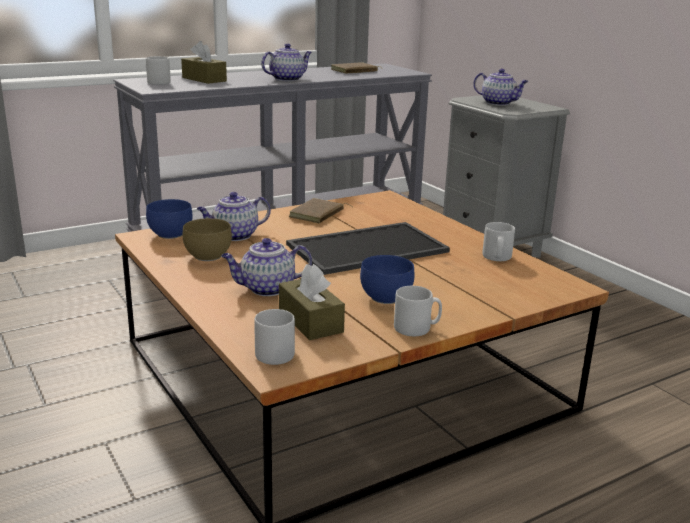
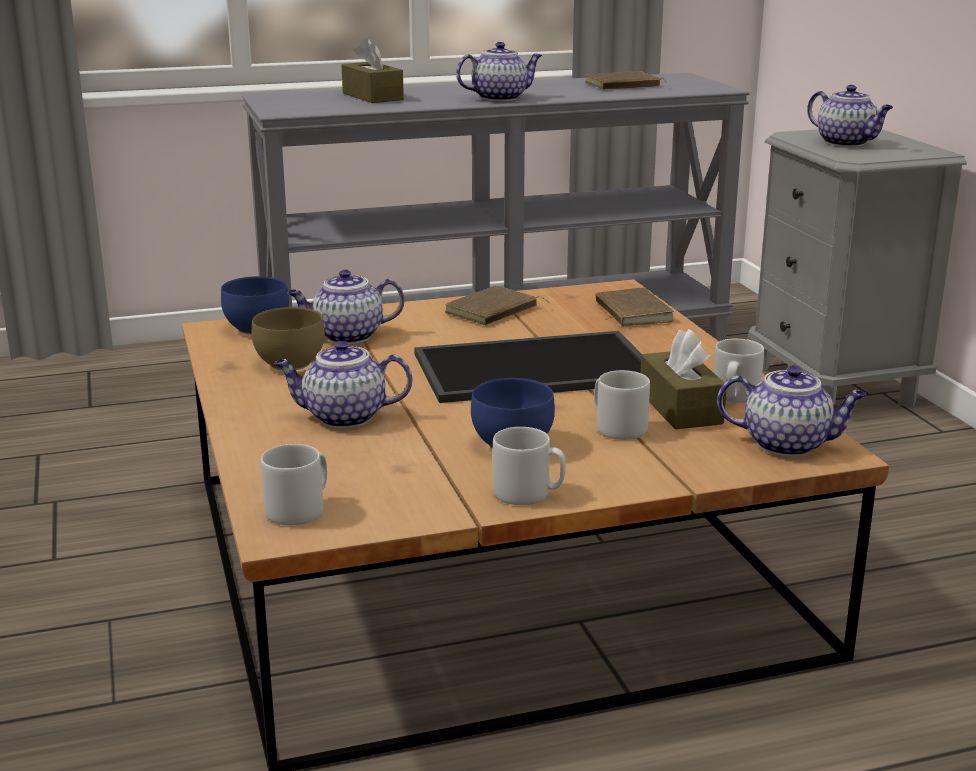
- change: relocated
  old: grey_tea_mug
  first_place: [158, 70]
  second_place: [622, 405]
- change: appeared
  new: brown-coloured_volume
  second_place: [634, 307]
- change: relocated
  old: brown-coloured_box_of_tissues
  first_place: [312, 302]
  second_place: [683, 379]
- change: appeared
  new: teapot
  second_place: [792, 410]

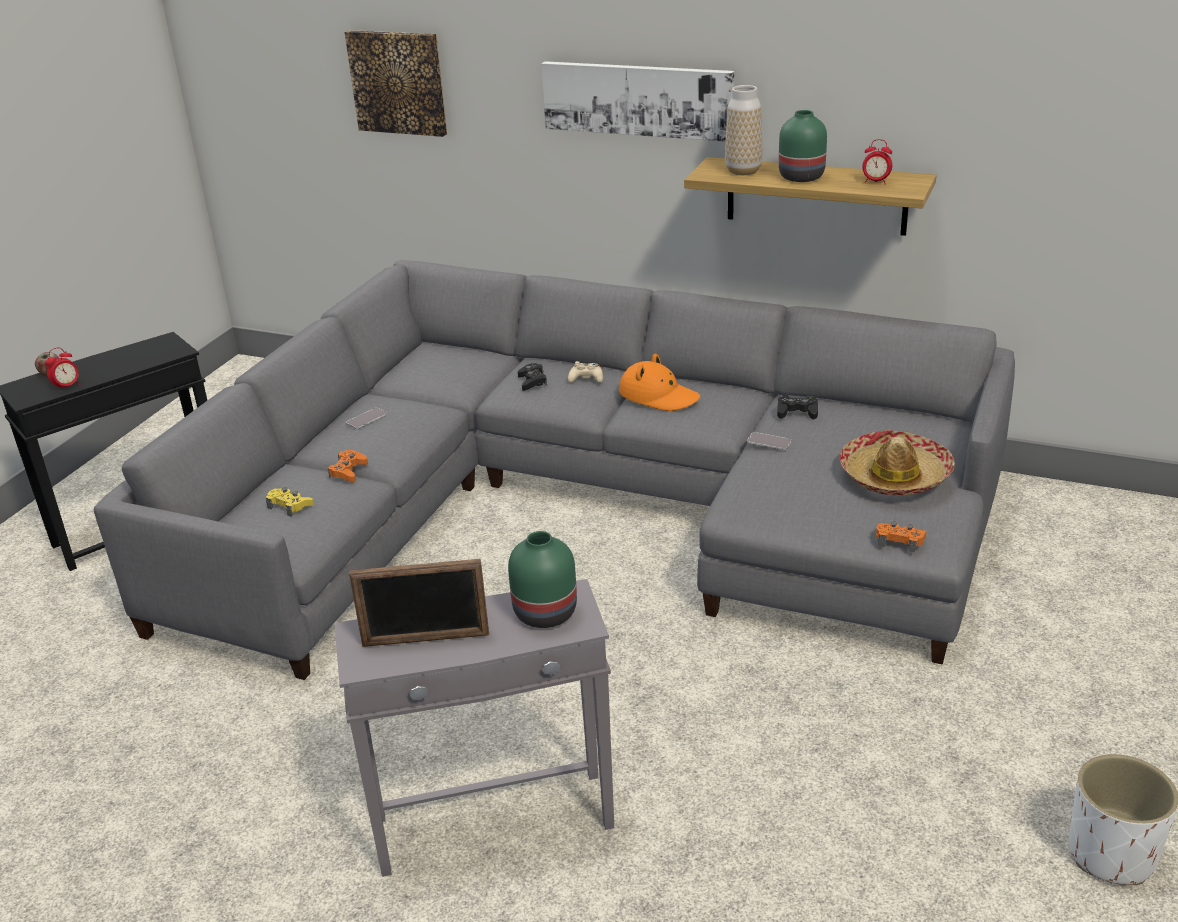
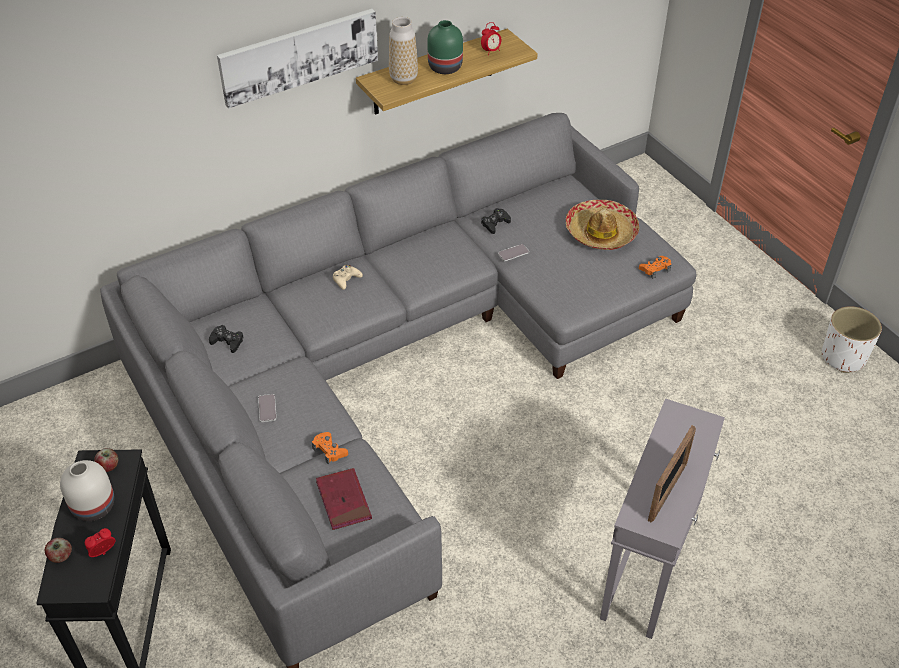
- change: appeared
  new: whitish_flower_vase
  second_place: [87, 490]
- change: spun
  old: table_clock
  first_place: [62, 369]
  second_place: [100, 542]
  degrees: -120
- change: appeared
  new: whole_apple
  second_place: [106, 460]
- change: relocated
  old: black-coloured_game_controller
  first_place: [532, 377]
  second_place: [226, 339]
- change: exchanged
  old: yellow_game_controller
  new: red_volume
  first_place: [290, 502]
  second_place: [344, 499]
- change: missing
  old: picture
  first_place: [396, 83]
- change: missing
  old: green-coloured_flower_vase
  first_place: [542, 579]
- change: missing
  old: orange-coloured_clothing_hat
  first_place: [659, 382]

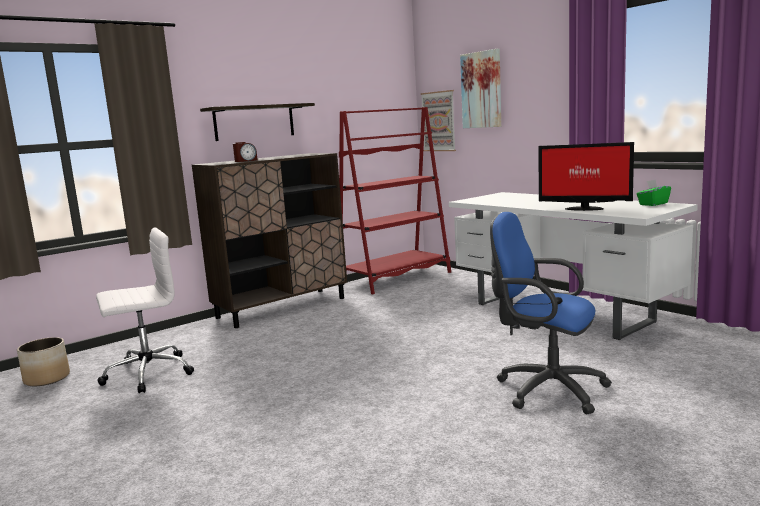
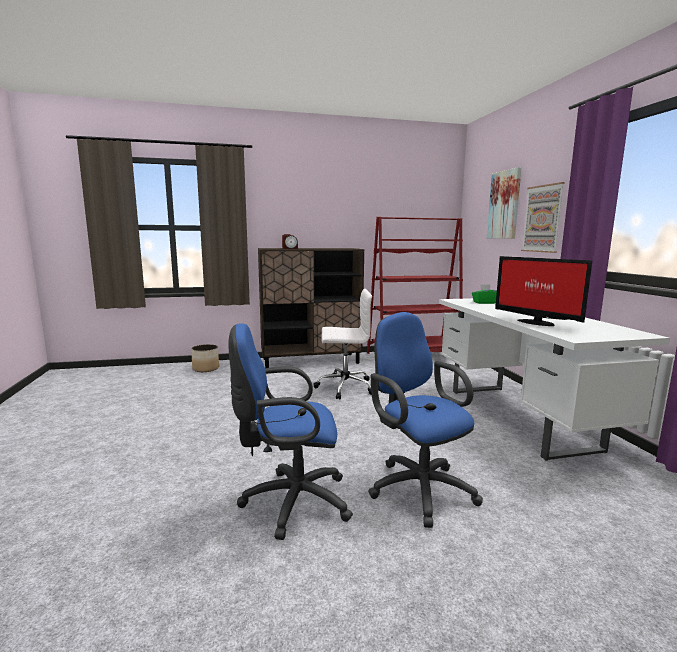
- change: relocated
  old: planter
  first_place: [43, 361]
  second_place: [205, 358]
- change: appeared
  new: blue-coloured_computer_chair
  second_place: [290, 431]
- change: relocated
  old: whitish_computer_chair
  first_place: [145, 310]
  second_place: [342, 344]
- change: relocated
  old: green-coloured_box_of_tissues
  first_place: [653, 193]
  second_place: [484, 294]
- change: relocated
  old: picture
  first_place: [438, 120]
  second_place: [543, 217]
- change: missing
  old: bracket_shelf
  first_place: [257, 122]

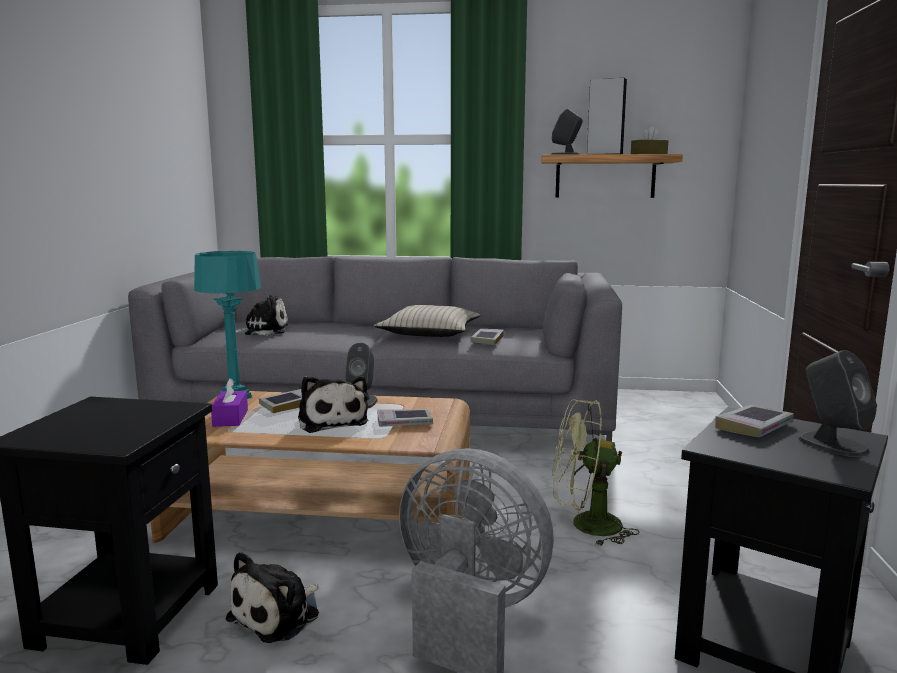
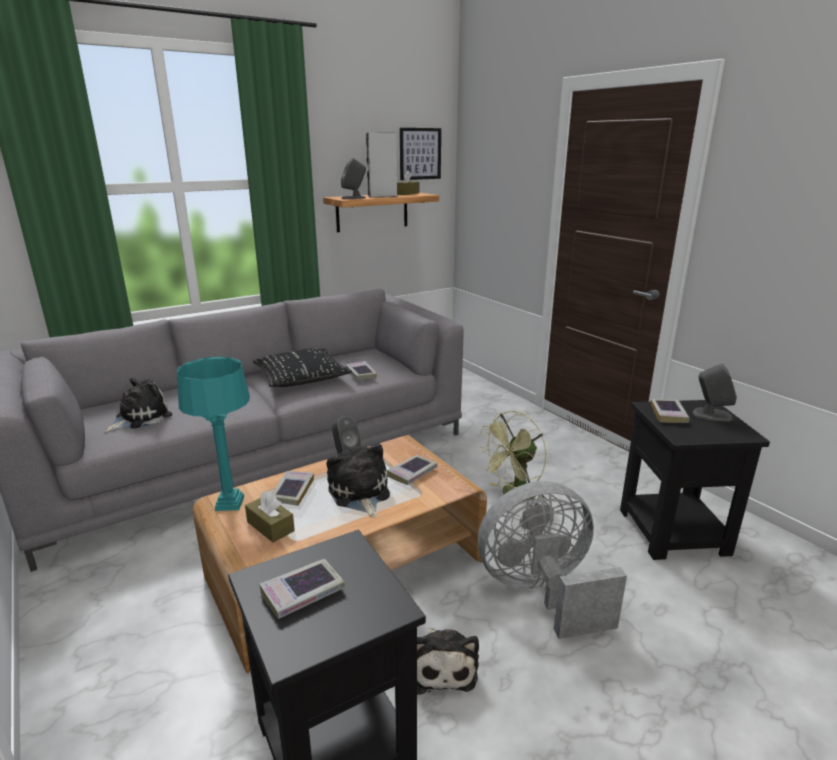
- change: colour
  old: purplish_box_of_tissues
  new: brown-coloured_box_of_tissues
  first_place: [229, 402]
  second_place: [270, 517]
- change: colour
  old: beige_cushion
  new: black-coloured_cushion
  first_place: [427, 321]
  second_place: [302, 367]
- change: appeared
  new: volume
  second_place: [302, 589]
- change: spun
  old: cuddly_toy
  first_place: [333, 404]
  second_place: [358, 480]
  degrees: -135
- change: appeared
  new: picture
  second_place: [420, 154]

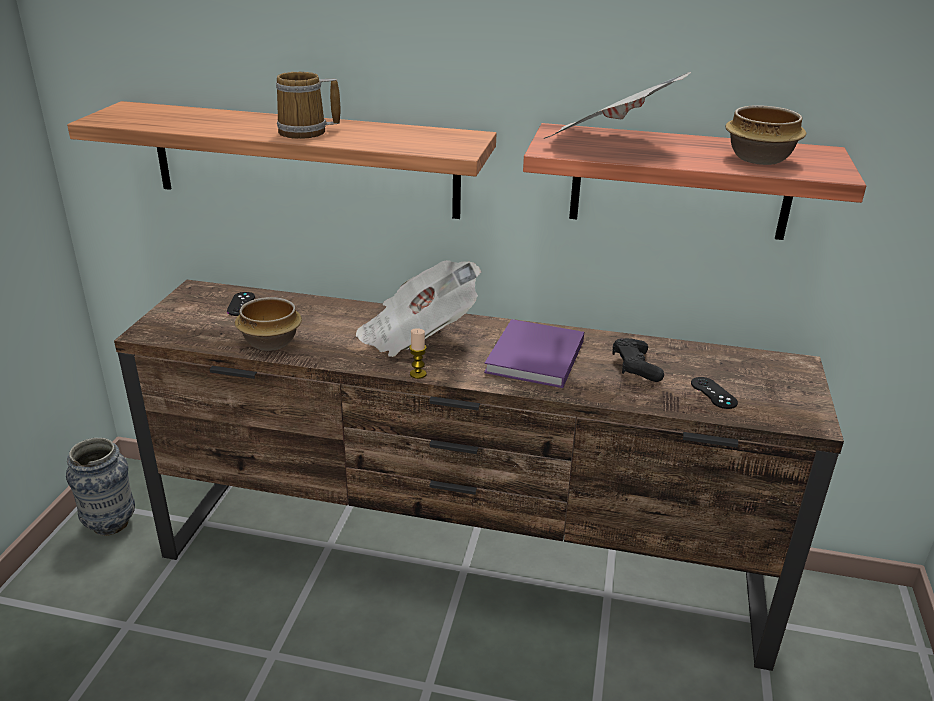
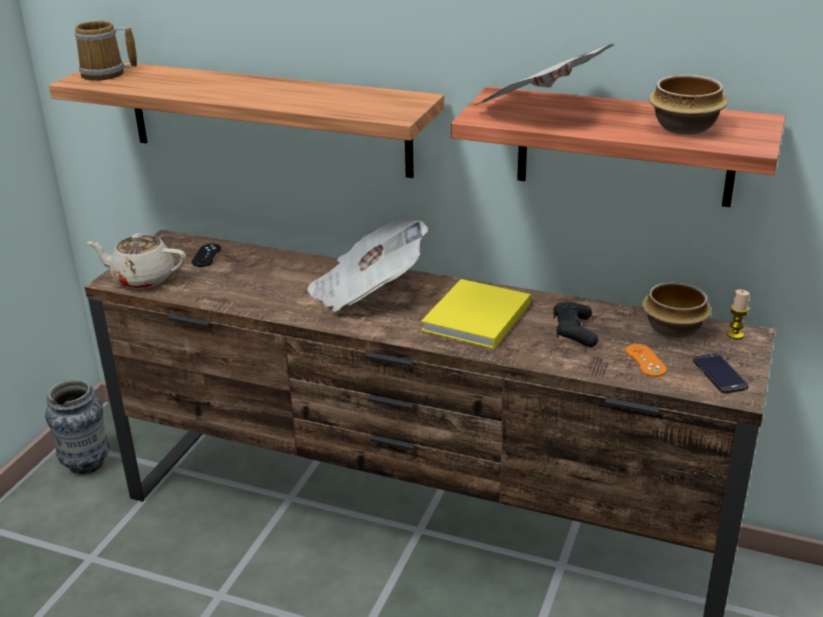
- change: relocated
  old: tea_mug
  first_place: [308, 105]
  second_place: [106, 51]
- change: appeared
  new: beige_teapot
  second_place: [136, 261]
- change: colour
  old: purplish_volume
  new: yellow_volume
  first_place: [534, 353]
  second_place: [476, 314]
- change: colour
  old: black-coloured_game_controller
  new: orange-coloured_game_controller
  first_place: [714, 393]
  second_place: [646, 360]
- change: relocated
  old: bowl
  first_place: [268, 324]
  second_place: [677, 310]
- change: appeared
  new: telephone
  second_place: [720, 373]
- change: relocated
  old: wax_candle
  first_place: [418, 353]
  second_place: [738, 314]

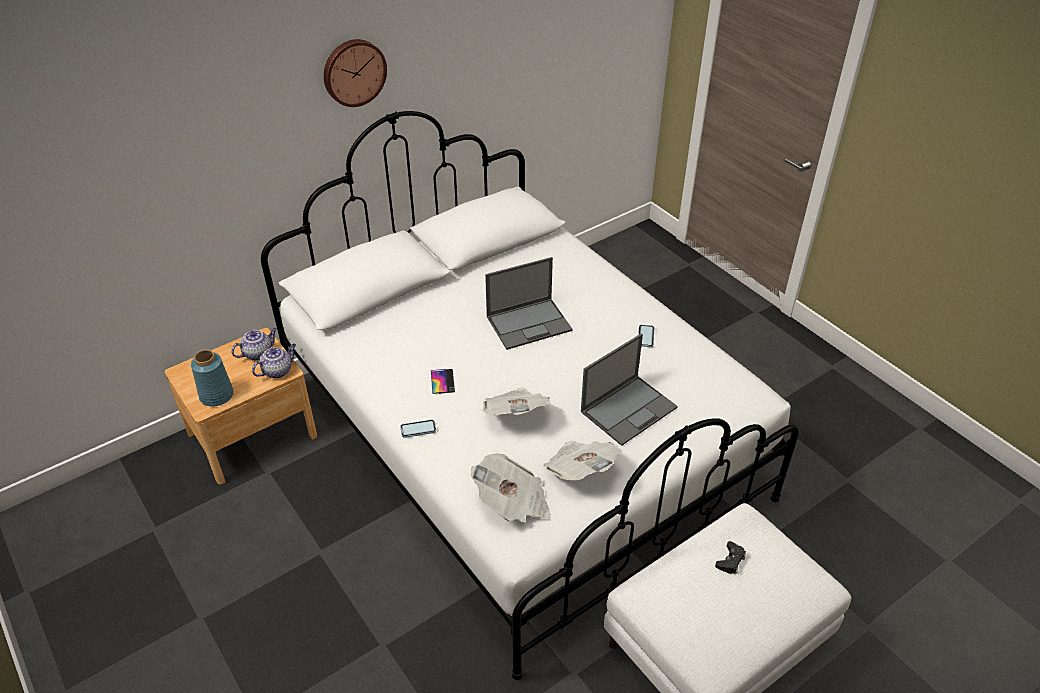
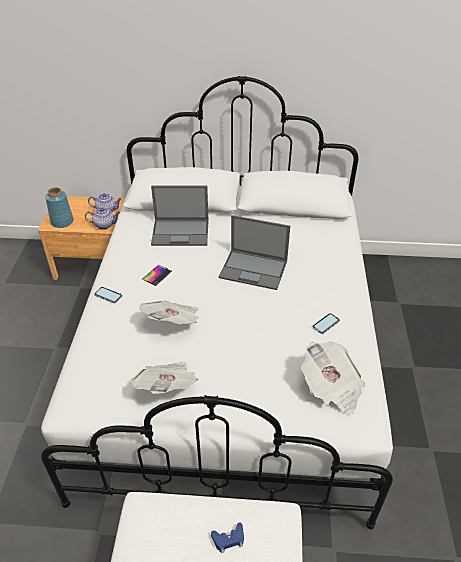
- change: relocated
  old: laptop
  first_place: [629, 389]
  second_place: [180, 216]
- change: colour
  old: black-coloured_game_controller
  new: blue-coloured_game_controller
  first_place: [730, 557]
  second_place: [227, 538]
- change: relocated
  old: printed_paper
  first_place: [511, 487]
  second_place: [333, 377]
- change: missing
  old: hanging_clock
  first_place: [355, 73]

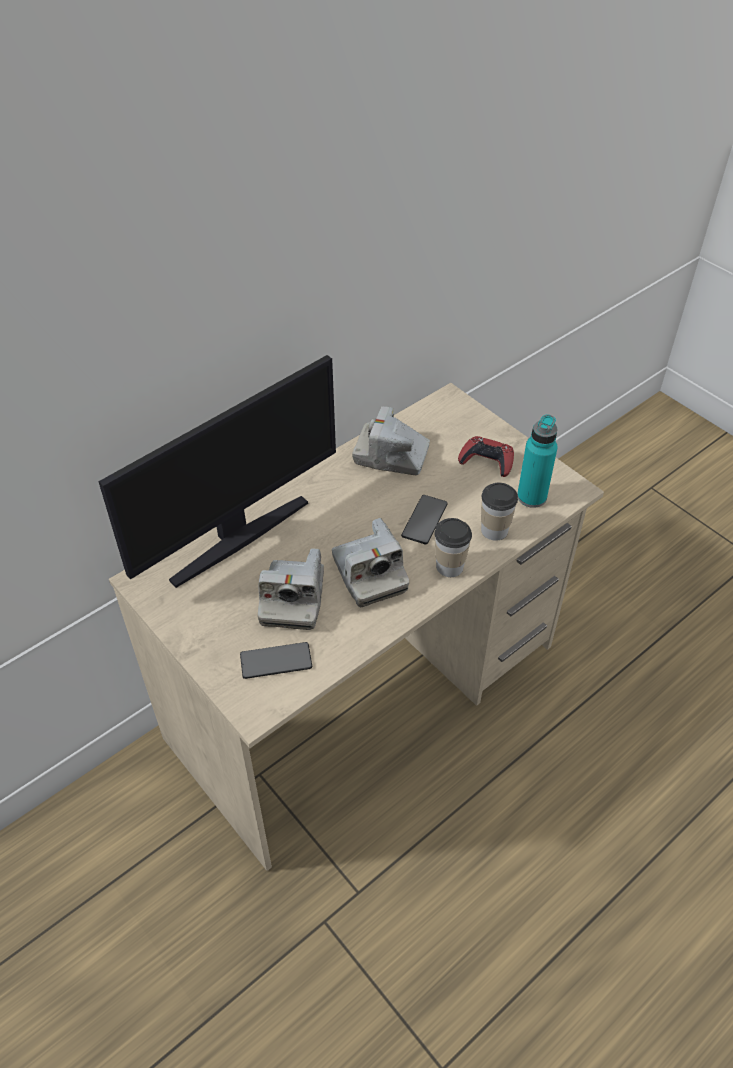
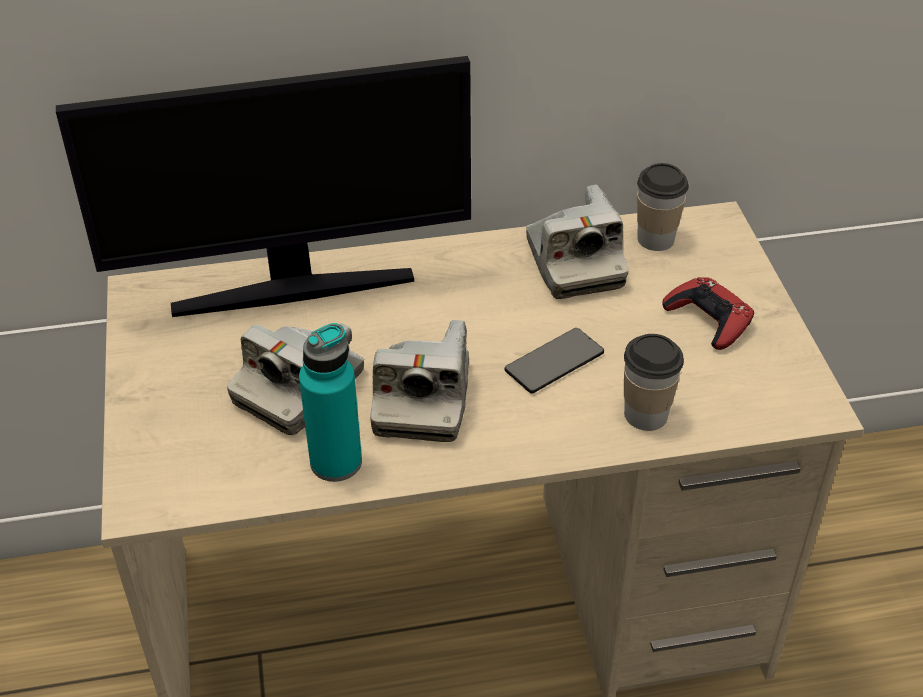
- change: relocated
  old: turquoise_bottle
  first_place: [537, 461]
  second_place: [330, 402]
- change: spun
  old: still_camera
  first_place: [391, 440]
  second_place: [577, 242]
  degrees: -150
- change: relocated
  old: drinking_cup
  first_place: [453, 547]
  second_place: [663, 207]
- change: missing
  old: telephone
  first_place: [276, 660]

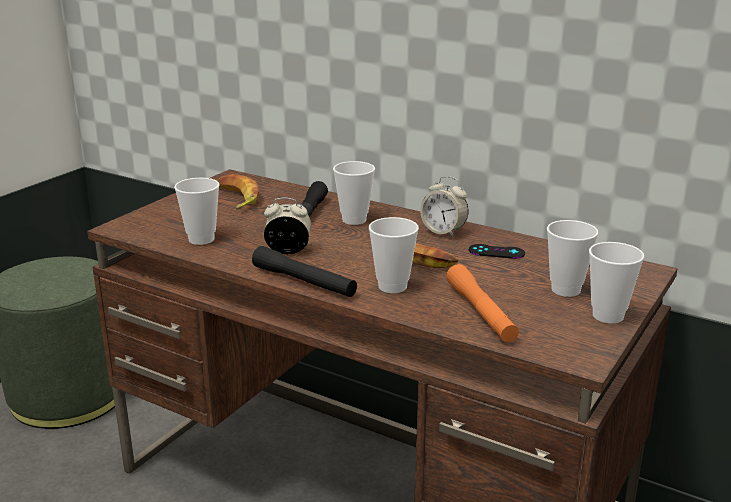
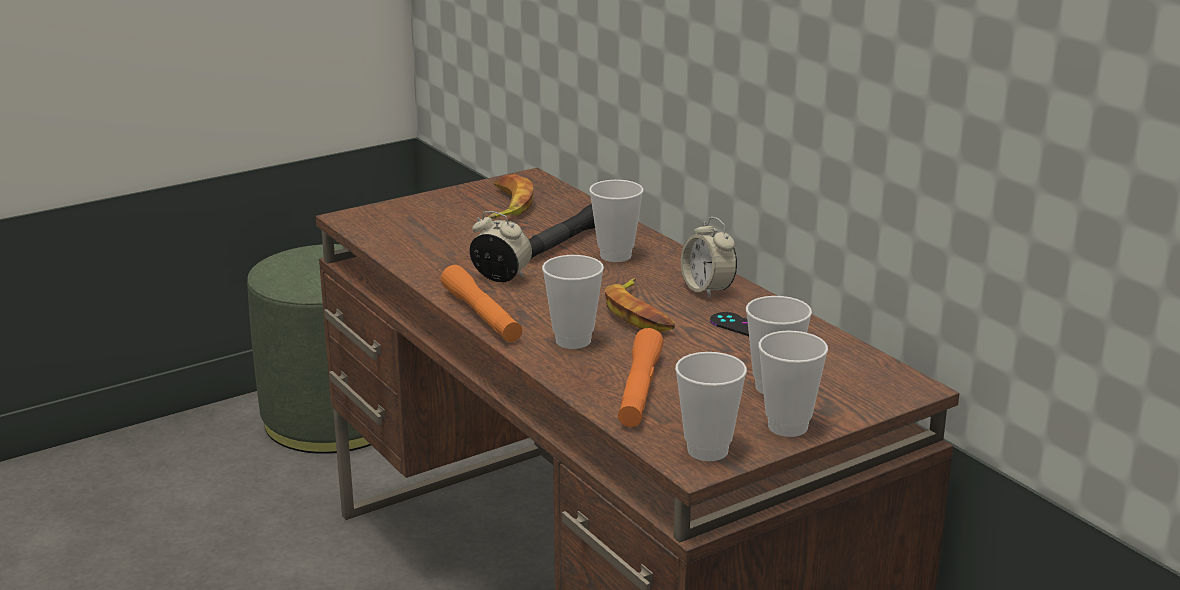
- change: colour
  old: black-coloured_flashlight
  new: orange-coloured_flashlight
  first_place: [304, 271]
  second_place: [481, 303]
- change: relocated
  old: drinking_cup
  first_place: [196, 211]
  second_place: [711, 406]

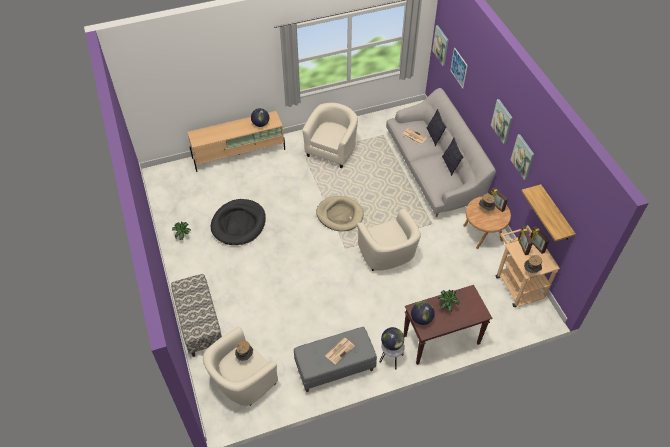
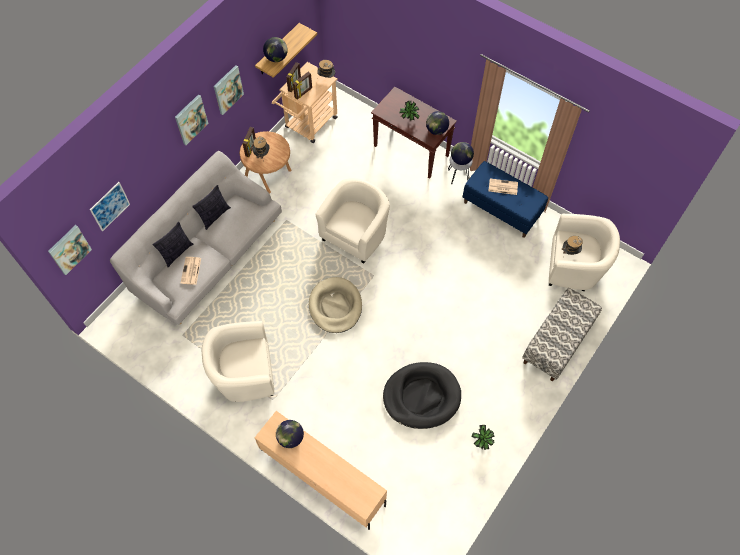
- change: appeared
  new: world_globe
  second_place: [275, 49]
- change: colour
  old: grey_long_seat
  new: blue-coloured_long_seat
  first_place: [335, 359]
  second_place: [505, 199]

